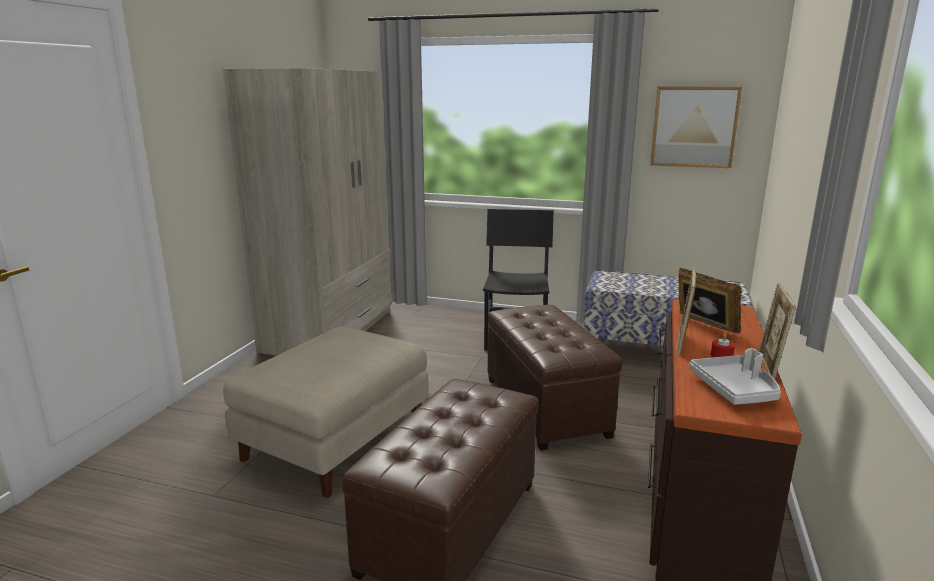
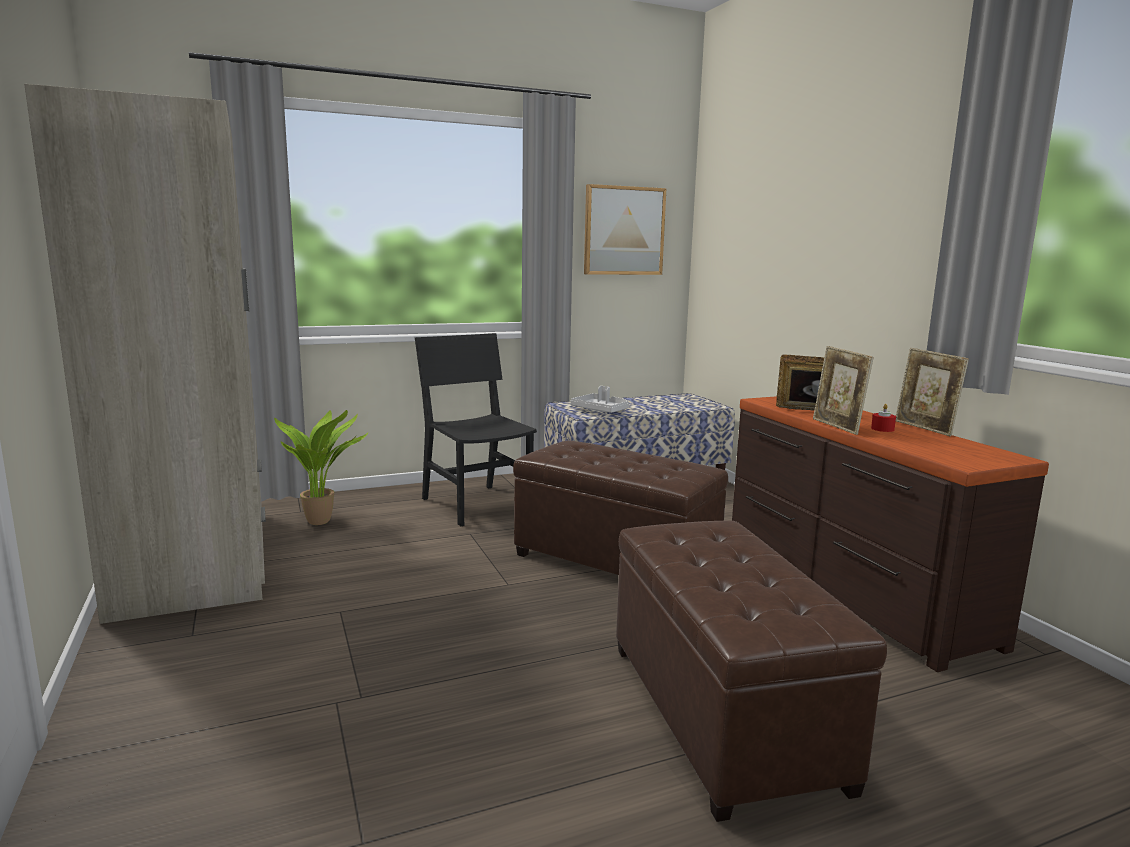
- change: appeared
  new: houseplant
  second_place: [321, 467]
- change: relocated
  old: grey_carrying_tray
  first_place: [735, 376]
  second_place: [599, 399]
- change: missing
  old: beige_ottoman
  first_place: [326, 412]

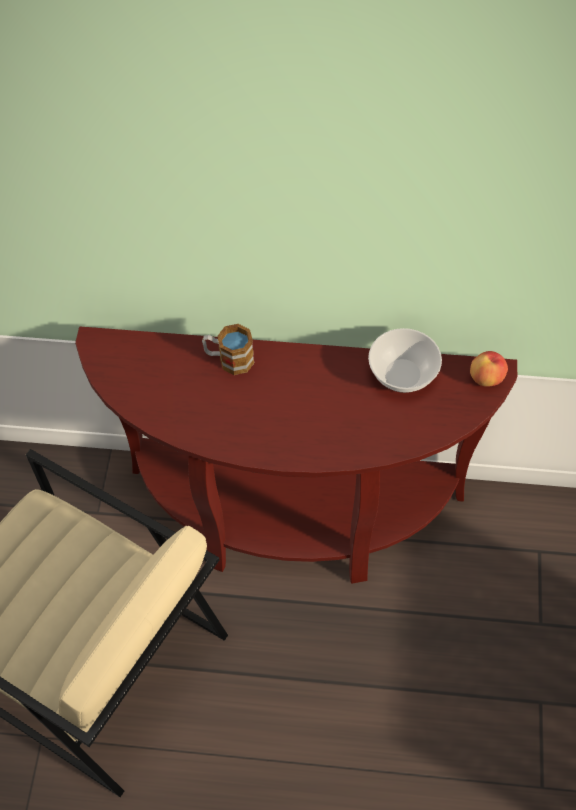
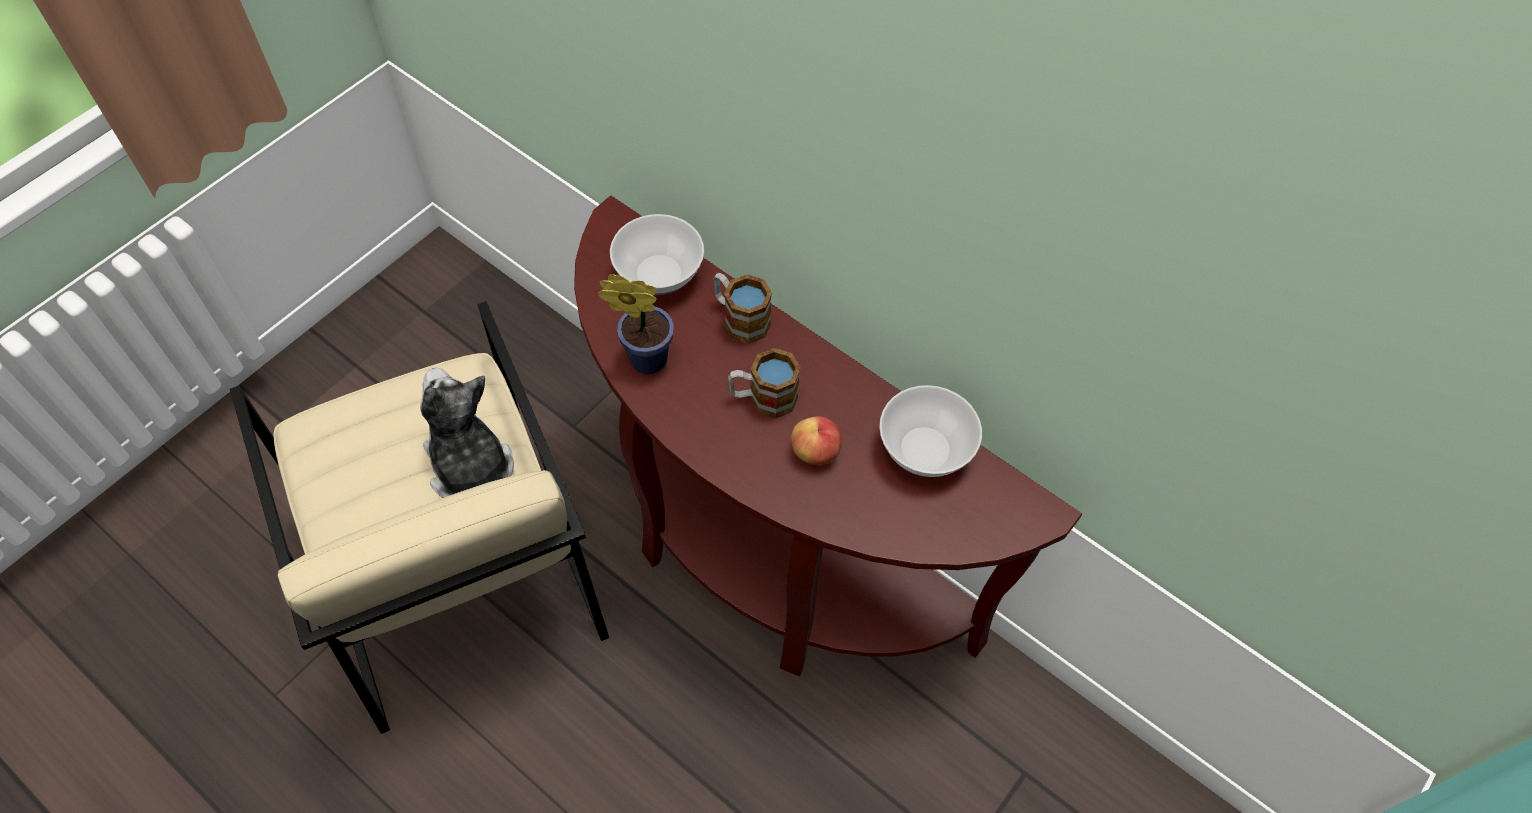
- change: appeared
  new: cuddly_toy
  second_place: [467, 433]
- change: appeared
  new: houseplant
  second_place: [636, 324]
- change: appeared
  new: bowl
  second_place: [657, 254]
- change: appeared
  new: tea_mug
  second_place: [764, 383]
- change: relocated
  old: whole_apple
  first_place: [489, 369]
  second_place: [816, 441]

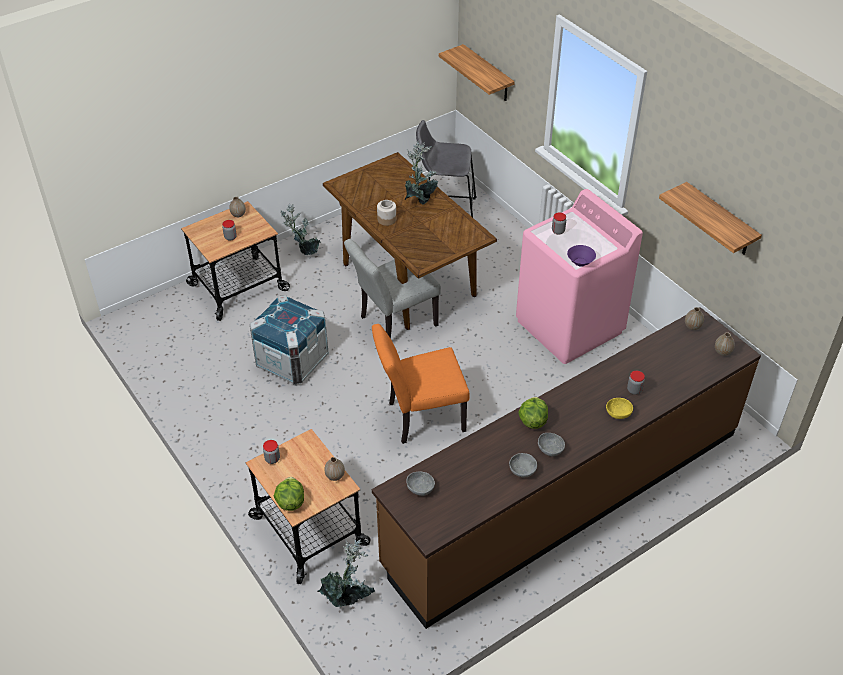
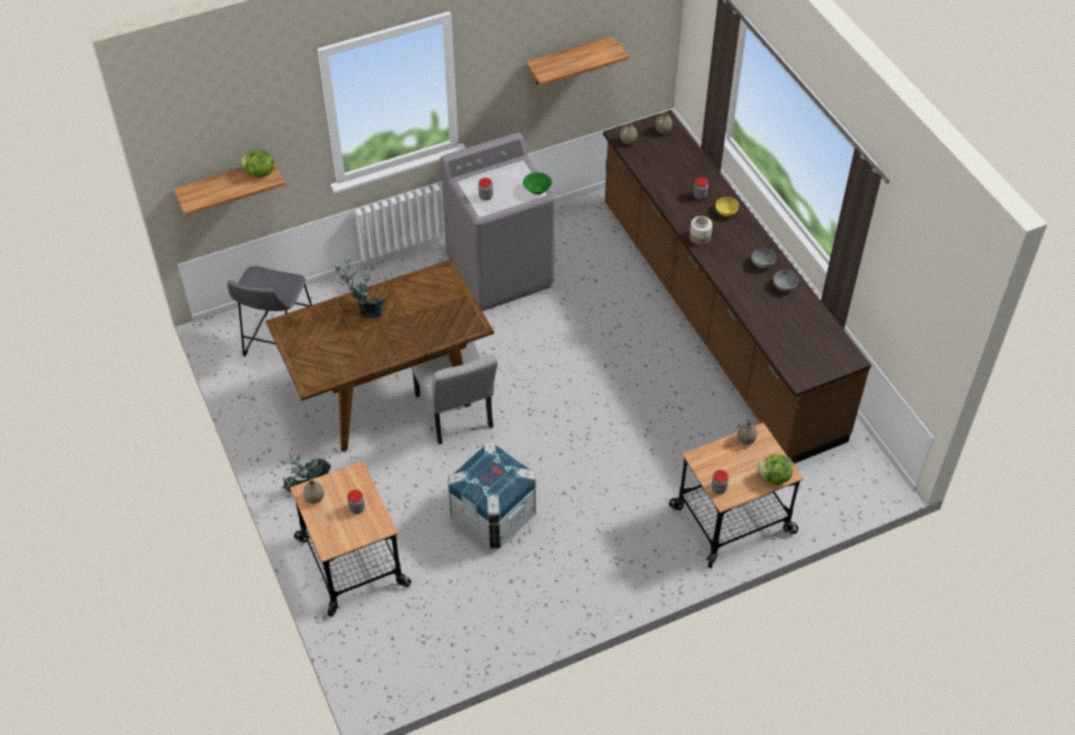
- change: relocated
  old: lettuce_head
  first_place: [533, 413]
  second_place: [257, 164]
- change: colour
  old: pink_laundry_appliance
  new: grey_laundry_appliance
  first_place: [579, 276]
  second_place: [497, 221]
- change: colour
  old: purplish_bowl
  new: green-coloured_bowl
  first_place: [581, 256]
  second_place: [537, 183]
- change: relocated
  old: preserve_jar
  first_place: [386, 213]
  second_place: [701, 230]
- change: missing
  old: houseplant
  first_place: [346, 573]
- change: missing
  old: orange-coloured_upright_chair
  first_place: [421, 384]
- change: missing
  old: grey_bowl
  first_place: [420, 483]

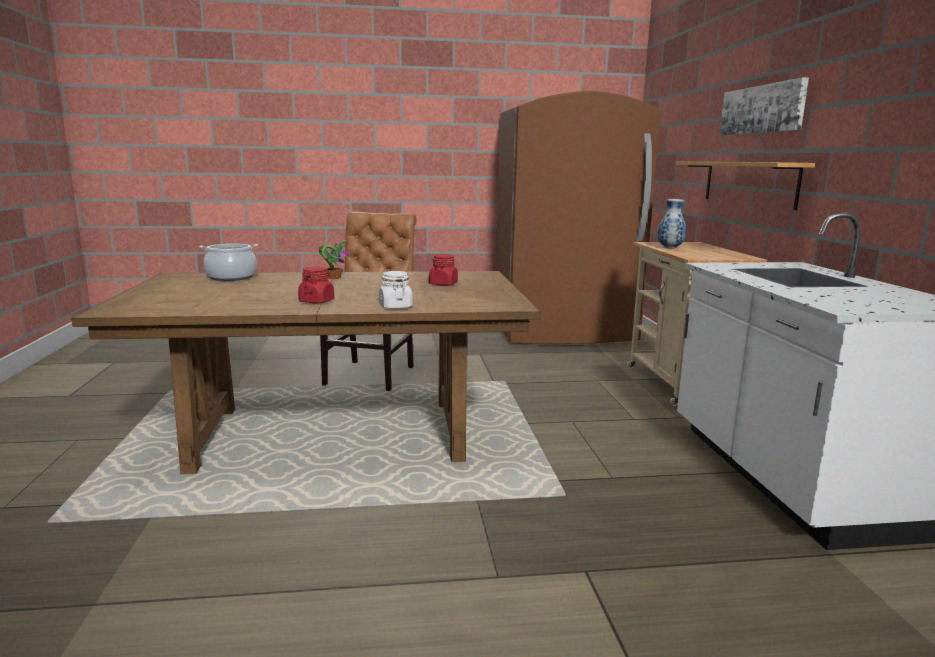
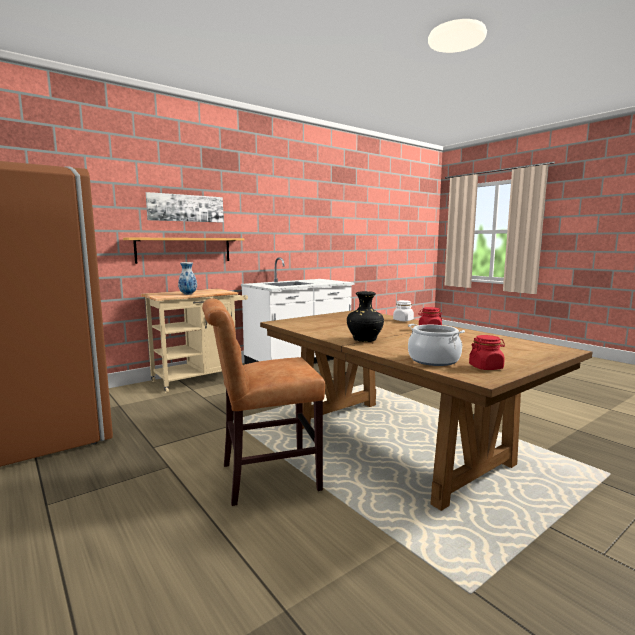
- change: exchanged
  old: houseplant
  new: black-coloured_flower_vase
  first_place: [334, 259]
  second_place: [365, 316]
- change: relocated
  old: red_preserve_jar
  first_place: [443, 270]
  second_place: [487, 352]

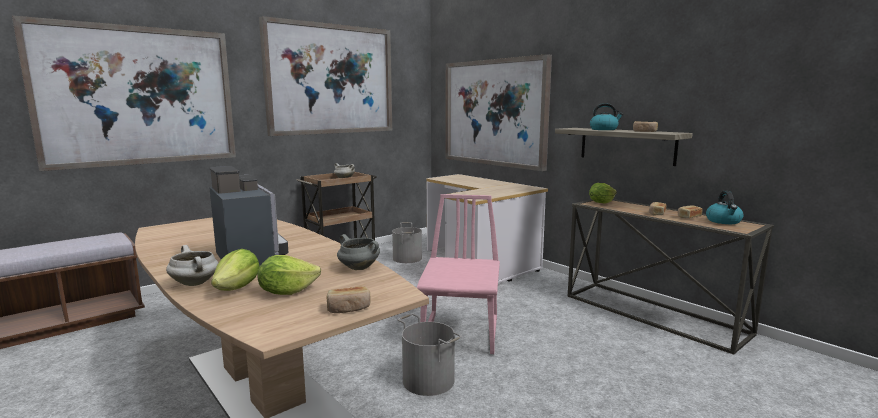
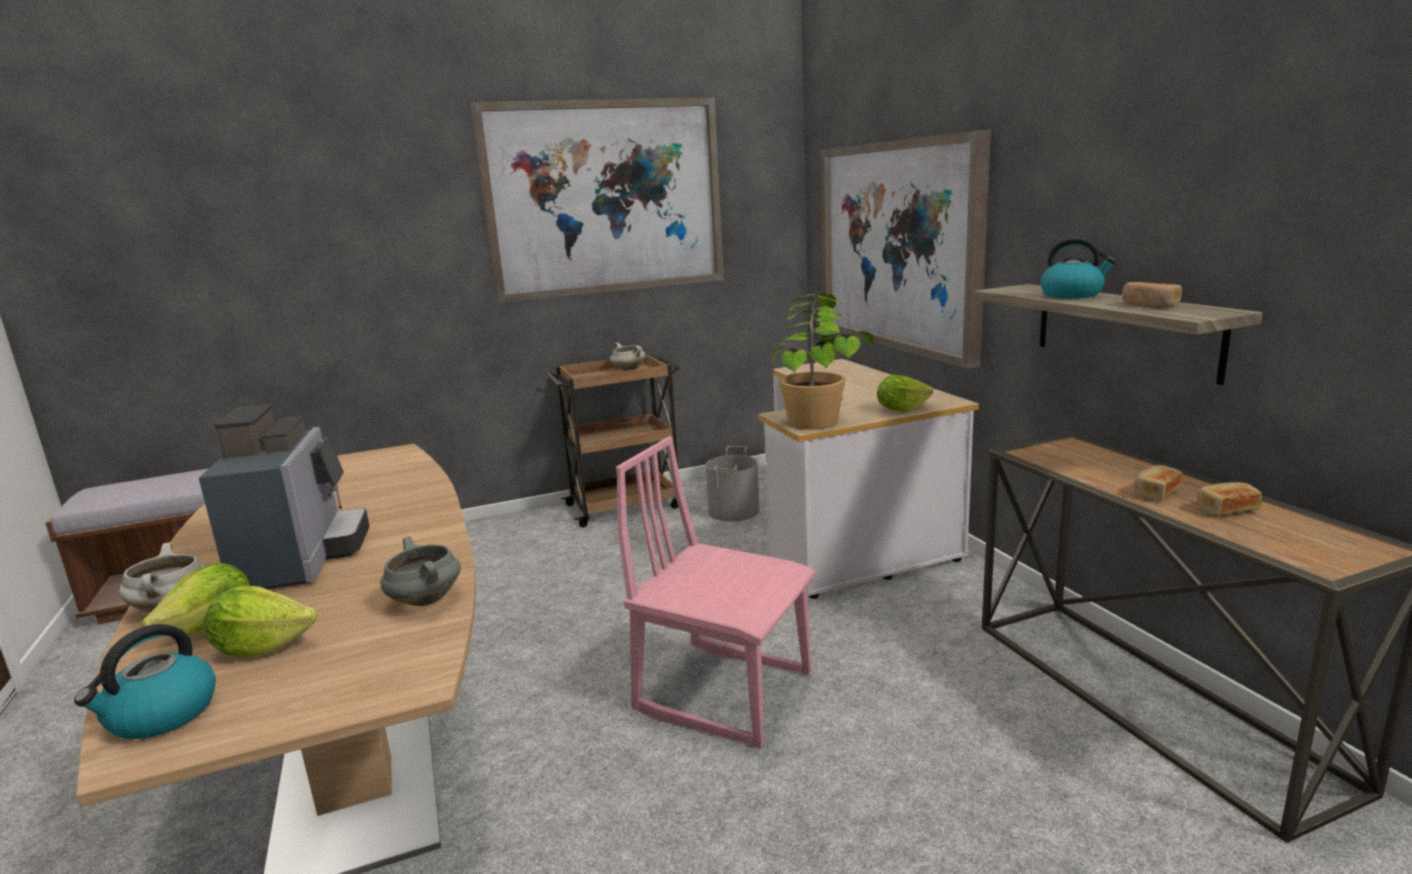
- change: relocated
  old: water_kettle
  first_place: [724, 207]
  second_place: [145, 681]
- change: spun
  old: pink_upright_chair
  first_place: [458, 274]
  second_place: [716, 592]
  degrees: -90
- change: appeared
  new: houseplant
  second_place: [823, 361]
- change: relocated
  old: lettuce_head
  first_place: [603, 193]
  second_place: [905, 393]
- change: missing
  old: picture
  first_place: [124, 93]
- change: missing
  old: bakery_bread
  first_place: [348, 299]
- change: missing
  old: grey_pail
  first_place: [430, 355]

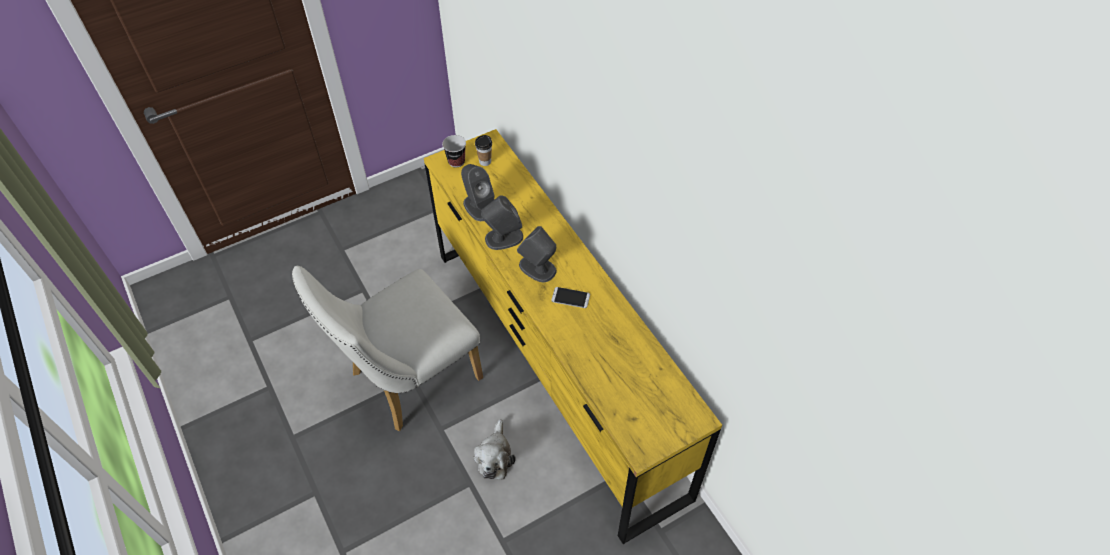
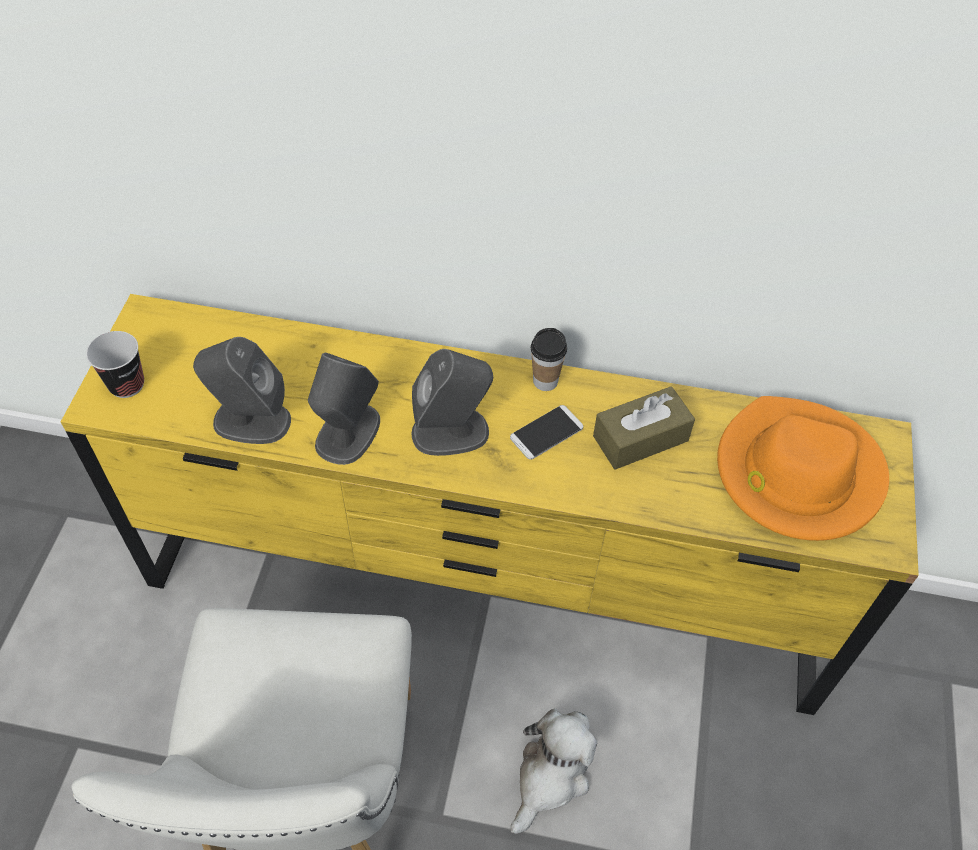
- change: spun
  old: cuddly_toy
  first_place: [495, 449]
  second_place: [554, 771]
  degrees: -105
- change: relocated
  old: drinking_cup
  first_place: [483, 150]
  second_place: [549, 359]
- change: appeared
  new: brown-coloured_box_of_tissues
  second_place: [644, 428]
- change: appeared
  new: orange-coloured_clothing_hat
  second_place: [803, 468]

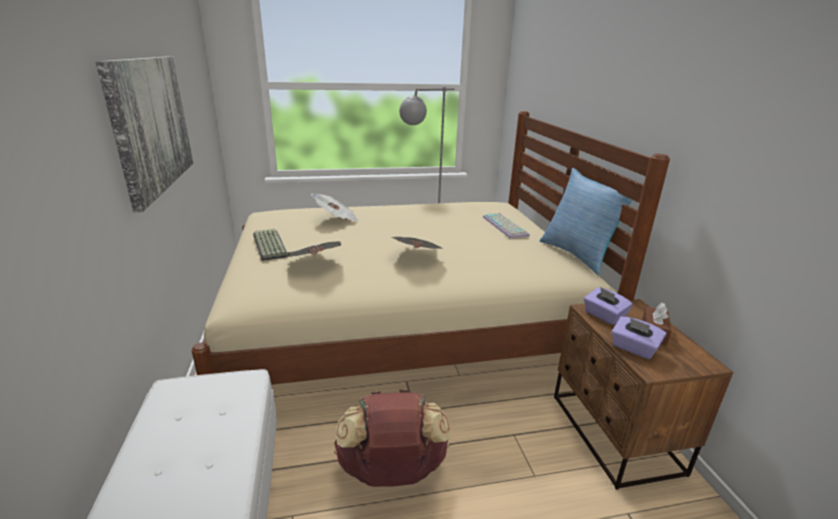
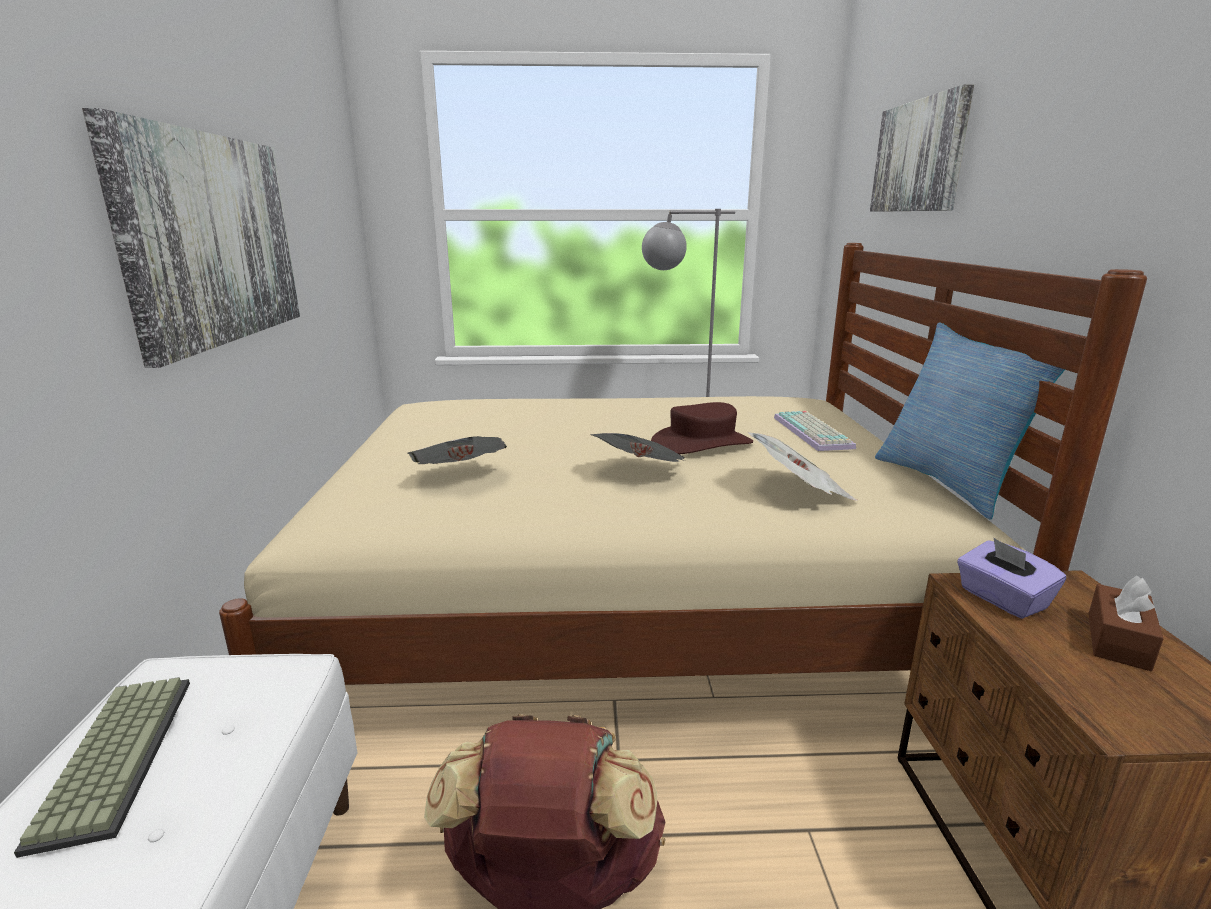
- change: relocated
  old: PC_keyboard
  first_place: [270, 245]
  second_place: [102, 767]
- change: appeared
  new: brown-coloured_clothing_hat
  second_place: [702, 428]
- change: relocated
  old: printed_paper
  first_place: [335, 208]
  second_place: [802, 466]
- change: appeared
  new: picture
  second_place: [922, 148]
- change: missing
  old: purplish_box_of_tissues
  first_place: [638, 337]

